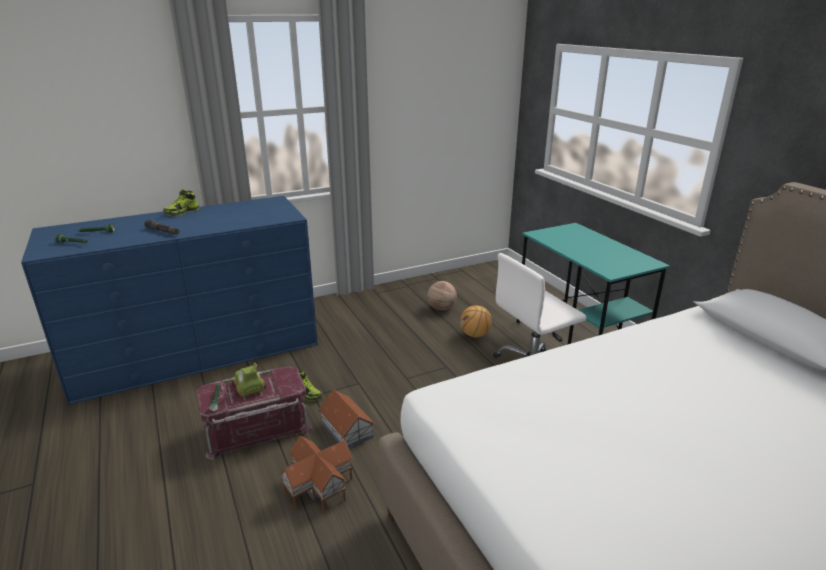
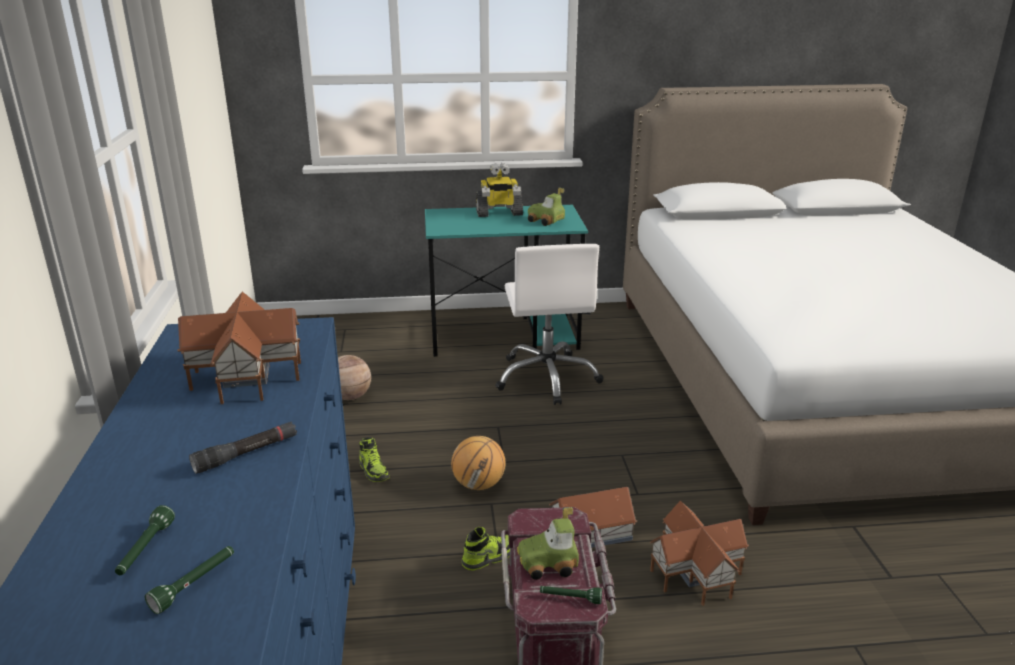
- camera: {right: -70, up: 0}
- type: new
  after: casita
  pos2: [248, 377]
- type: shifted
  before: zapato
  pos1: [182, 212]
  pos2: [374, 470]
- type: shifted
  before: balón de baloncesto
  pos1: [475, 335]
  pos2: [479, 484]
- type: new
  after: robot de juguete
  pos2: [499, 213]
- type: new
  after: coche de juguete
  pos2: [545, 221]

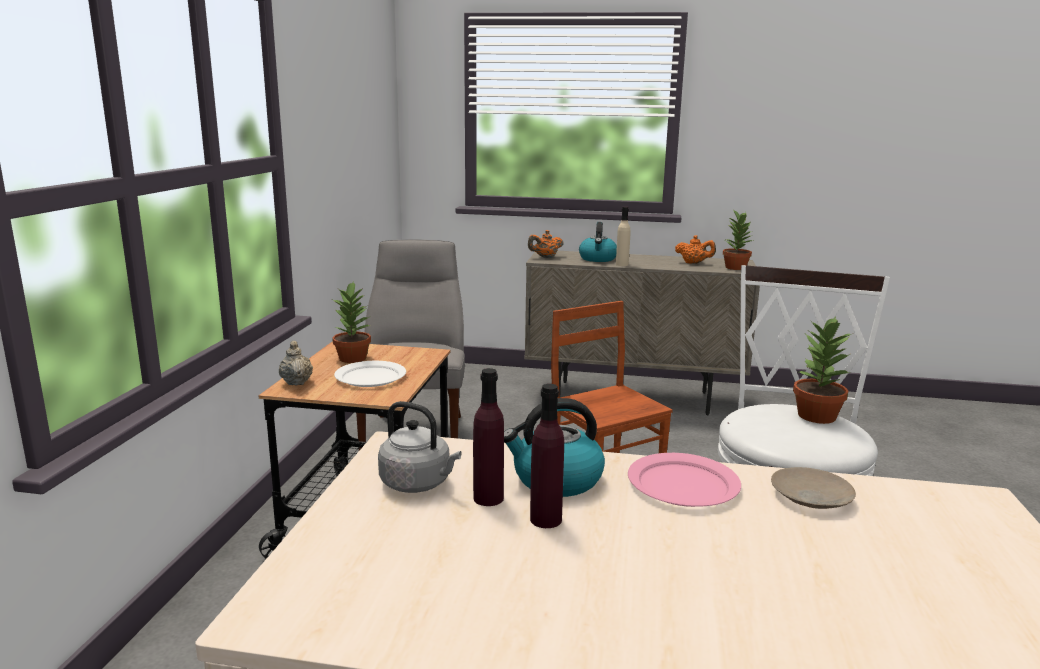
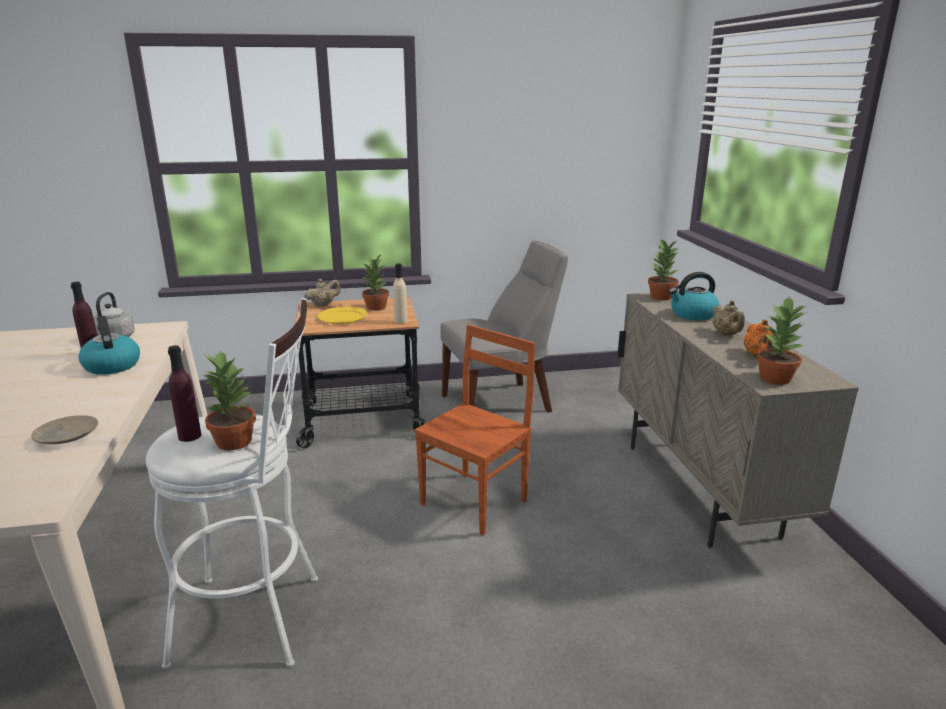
- camera: {right: 70, up: 5}
- type: shifted
  before: botella (morado)
  pos1: [545, 519]
  pos2: [190, 436]
- type: repainted
  before: plato (blanco)
  after: plato (amarillo)
  pos1: [370, 377]
  pos2: [342, 317]
- type: shifted
  before: botella (beis)
  pos1: [622, 264]
  pos2: [400, 321]
- type: swapped
  before: tetera (naranja)
  after: planta en maceta
  pos1: [545, 257]
  pos2: [660, 297]
- type: new
  after: tetera (beis)
  pos2: [726, 334]
- type: gone
  before: plato (rosa)
  pos1: [683, 485]

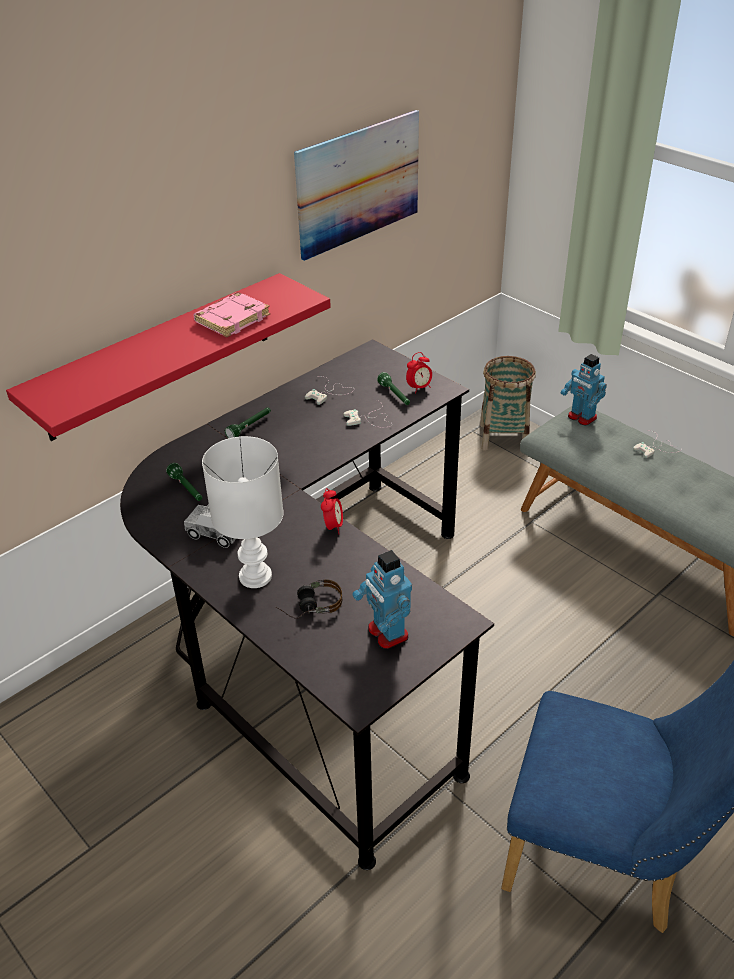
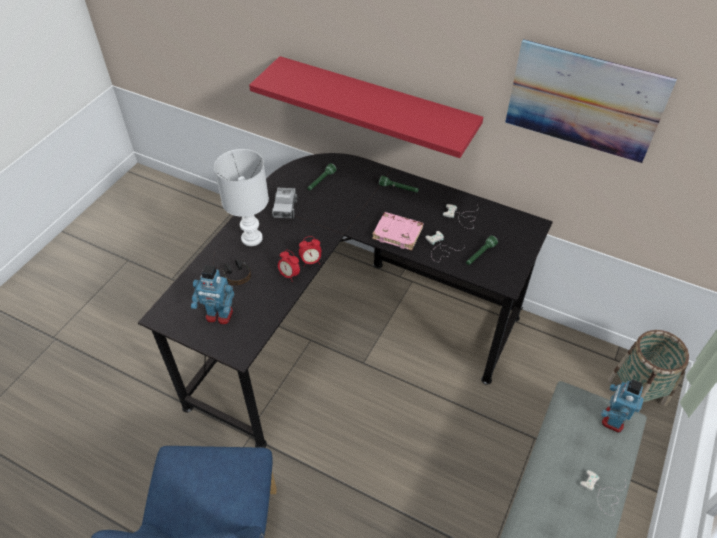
- camera: {right: 70, up: 10}
- type: rotated
  before: robot de juguete
  pos1: [387, 633]
  pos2: [219, 315]
  turn: -120
- type: shifted
  before: despertador
  pos1: [419, 388]
  pos2: [289, 275]
- type: shifted
  before: libro (rosa)
  pos1: [232, 319]
  pos2: [398, 233]

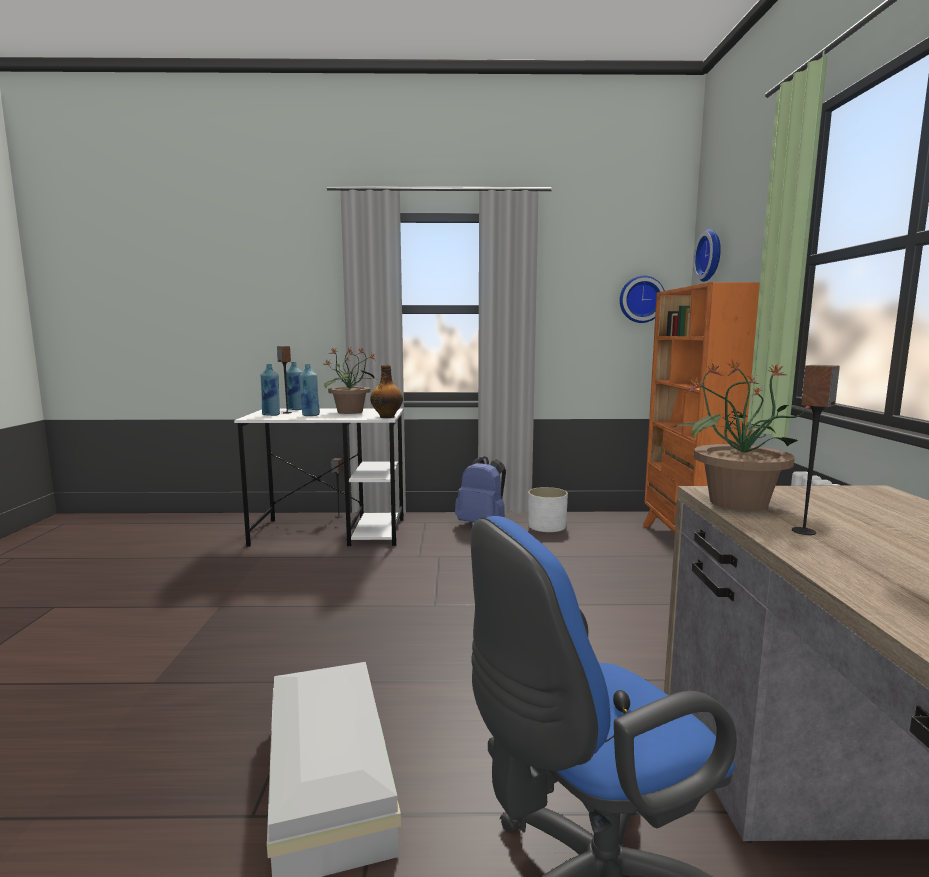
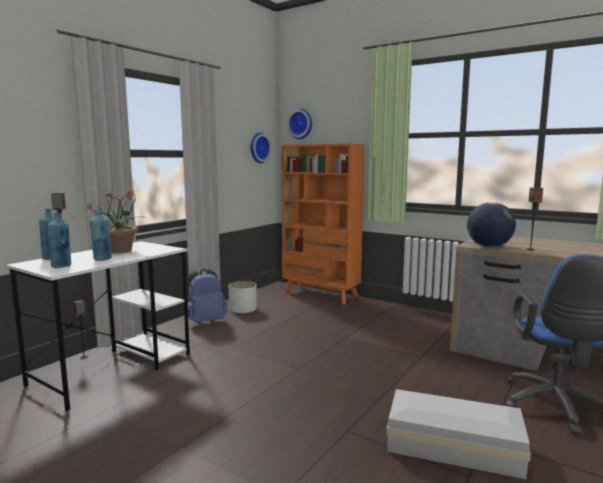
- camera: {right: -55, up: 0}
- type: swapped
  before: planta en maceta
  after: globo terráqueo
  pos1: [736, 502]
  pos2: [489, 246]
- type: gone
  before: botella
  pos1: [387, 417]

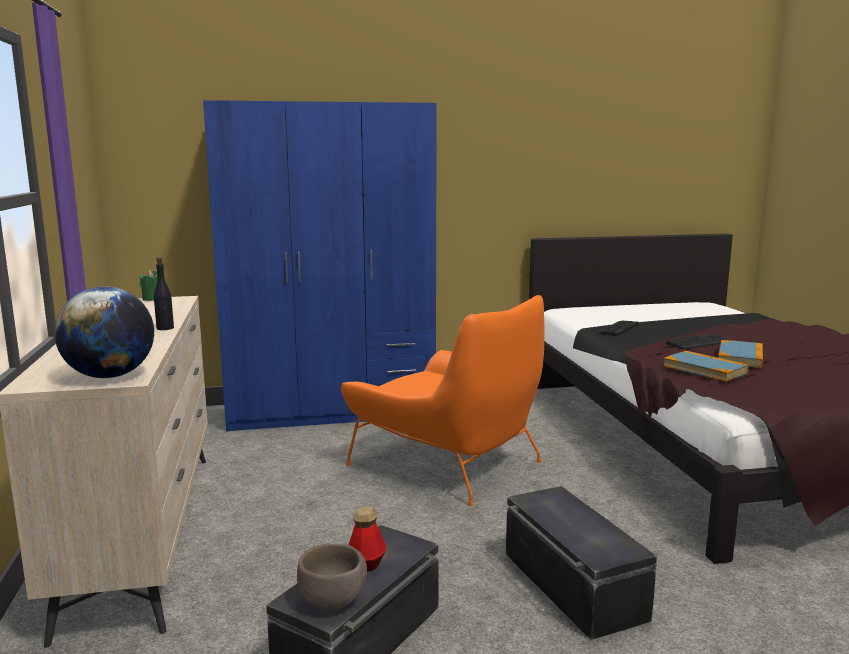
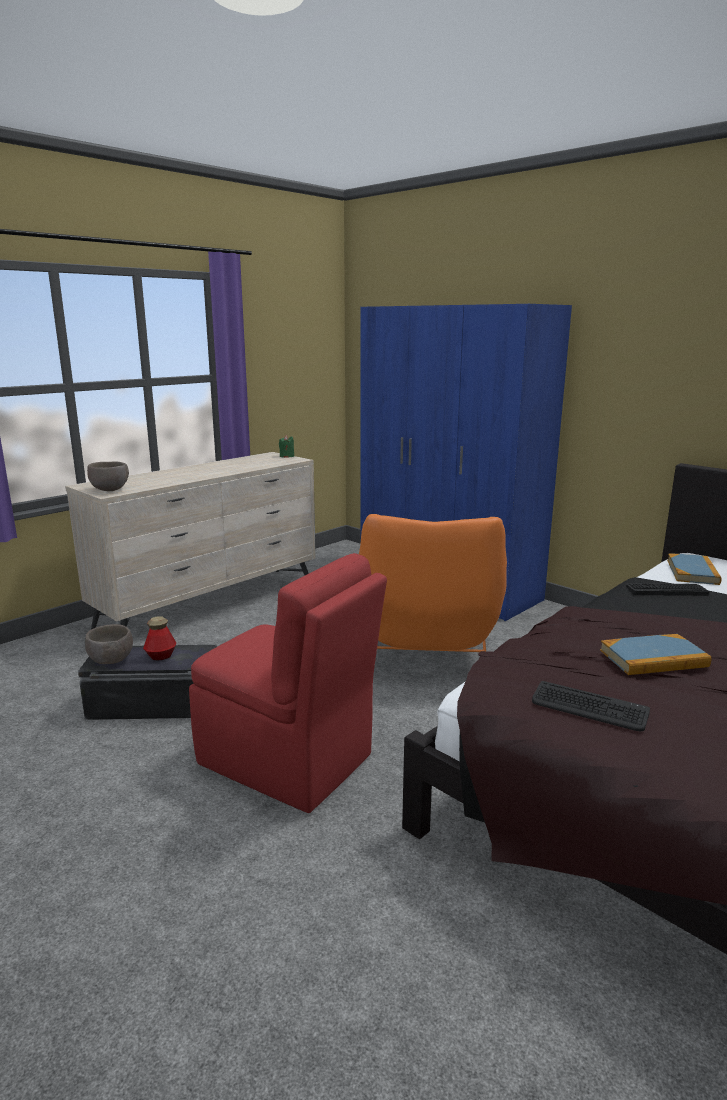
- camera: {right: 55, up: 5}
- type: swapped
  before: globo terráqueo
  after: cuenco (marrón)
  pos1: [110, 376]
  pos2: [110, 490]
- type: swapped
  before: caja de almacenaje (negro)
  after: silla (rojo)
  pos1: [571, 585]
  pos2: [288, 761]
- type: shifted
  before: teclado
  pos1: [698, 342]
  pos2: [589, 708]
- type: shifted
  before: libro
  pos1: [704, 369]
  pos2: [692, 572]
- type: gone
  before: botella (negro)
  pos1: [165, 328]

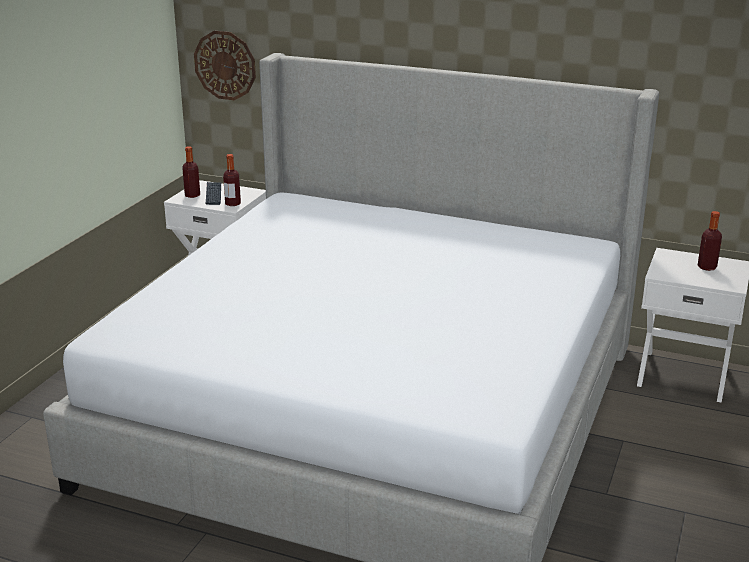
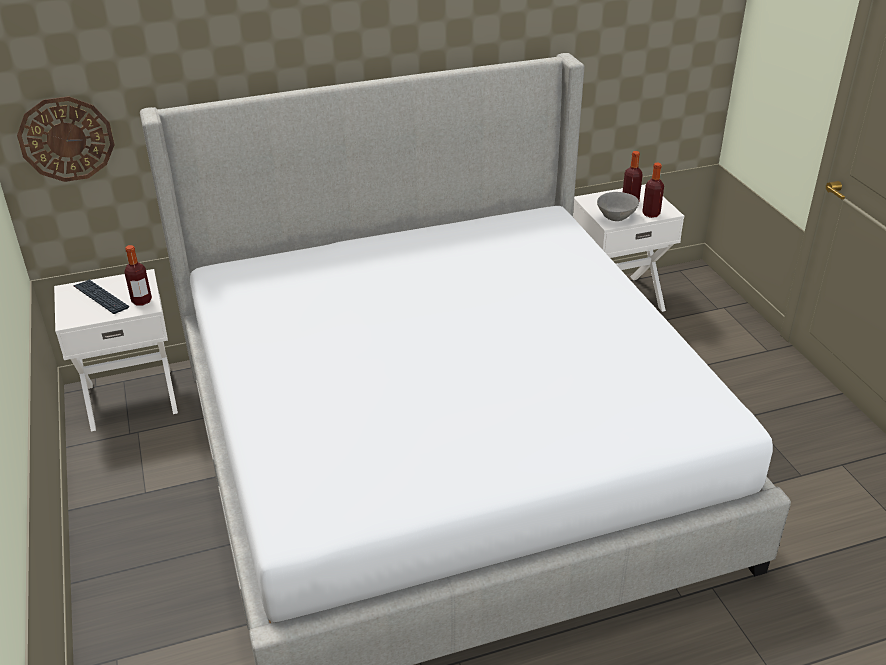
- camera: {right: -40, up: 10}
- type: new
  after: cuenco (gris)
  pos2: [615, 216]
- type: shifted
  before: botella
  pos1: [192, 195]
  pos2: [651, 214]

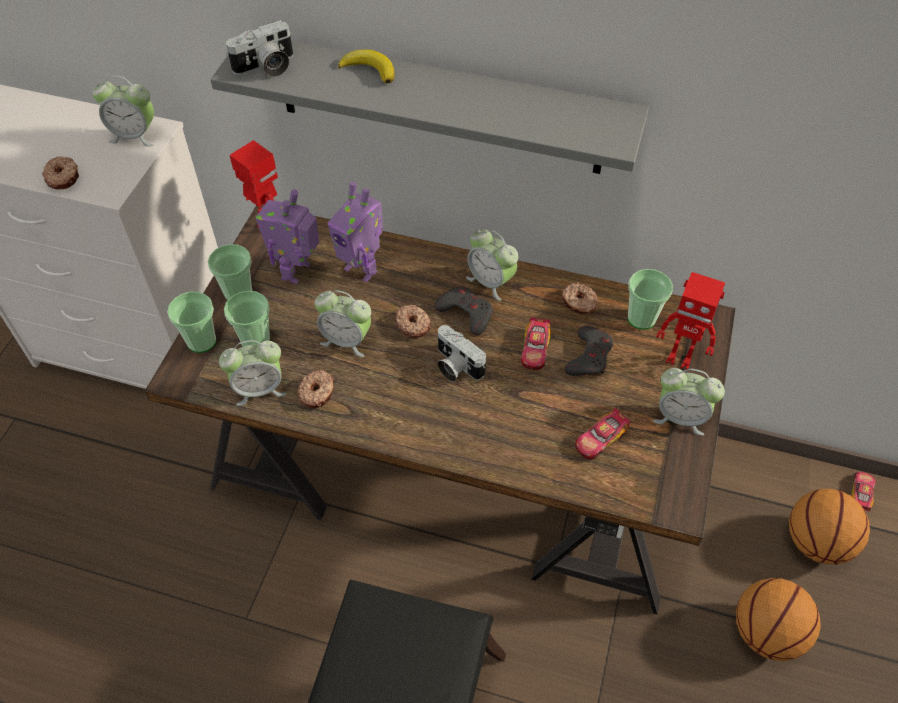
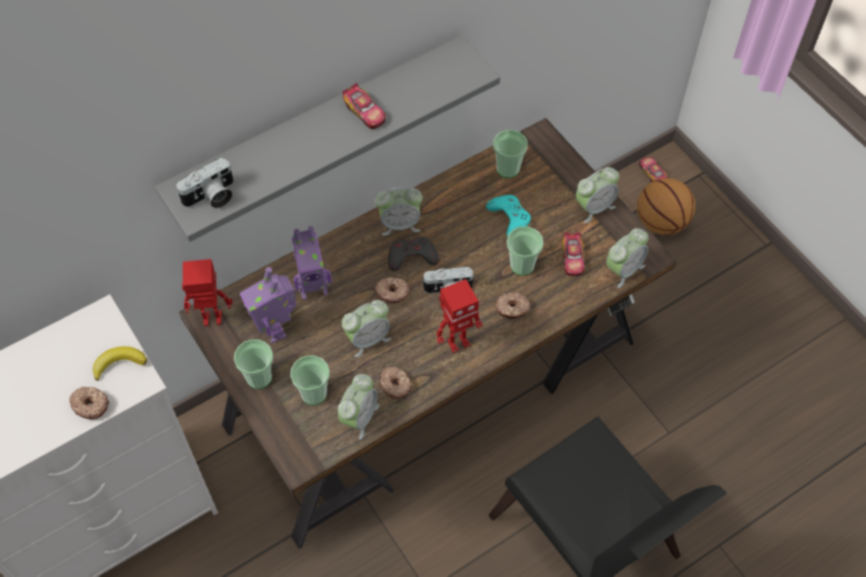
- camera: {right: -50, up: 5}
- type: shifted
  before: plátano
  pos1: [369, 70]
  pos2: [119, 363]
- type: rotated
  before: cámara
  pos1: [266, 67]
  pos2: [211, 197]
  turn: 45
- type: shifted
  before: coche de juguete
  pos1: [535, 349]
  pos2: [365, 112]
- type: shifted
  before: robot de juguete
  pos1: [679, 358]
  pos2: [457, 342]
- type: repainted
  before: mando de consola (gris)
  after: mando de consola (turquesa)
  pos1: [589, 356]
  pos2: [509, 217]
- type: shifted
  before: rosquilla
  pos1: [578, 303]
  pos2: [512, 309]
- type: shifted
  before: taza
  pos1: [201, 341]
  pos2: [522, 265]
- type: shifted
  before: despertador
  pos1: [135, 135]
  pos2: [623, 270]
- type: gone
  before: balón de baloncesto
  pos1: [766, 633]

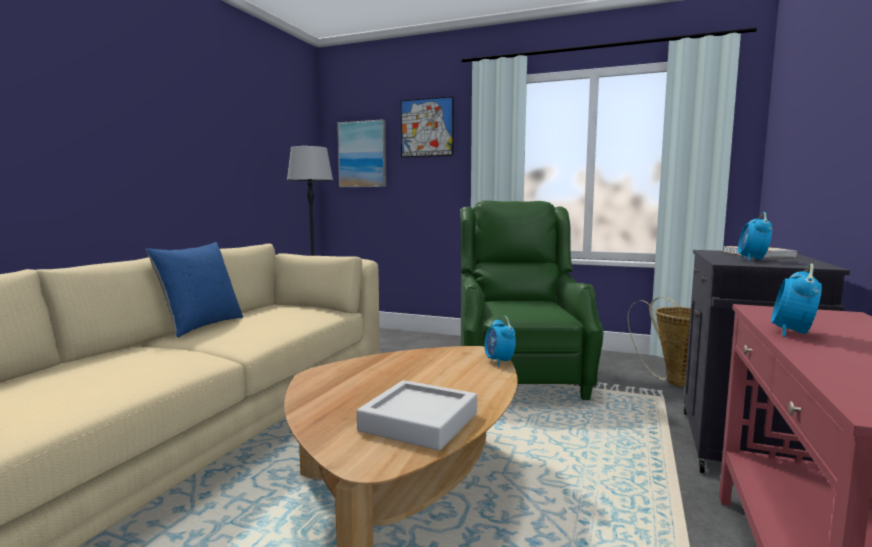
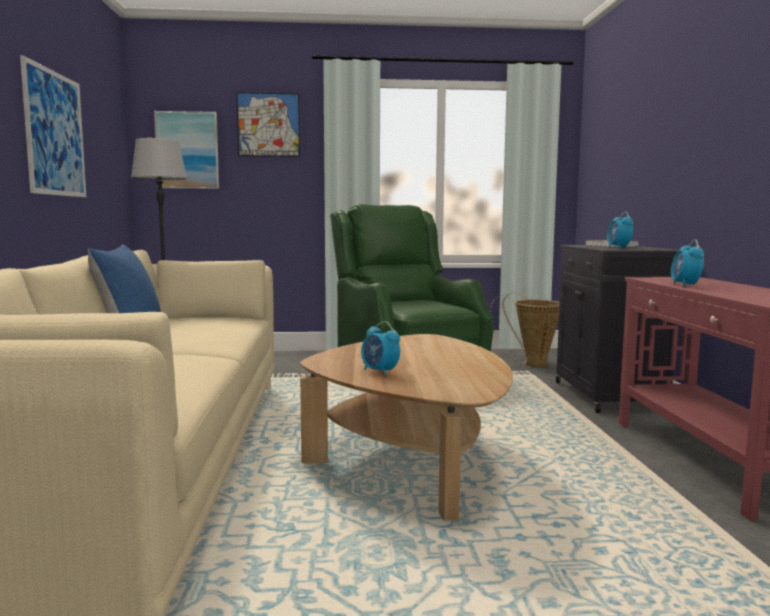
- camera: {right: -25, up: 0}
- type: new
  after: cuadro
  pos2: [55, 134]
- type: shifted
  before: despertador
  pos1: [499, 361]
  pos2: [380, 372]
- type: gone
  before: bandeja (gris)
  pos1: [419, 422]

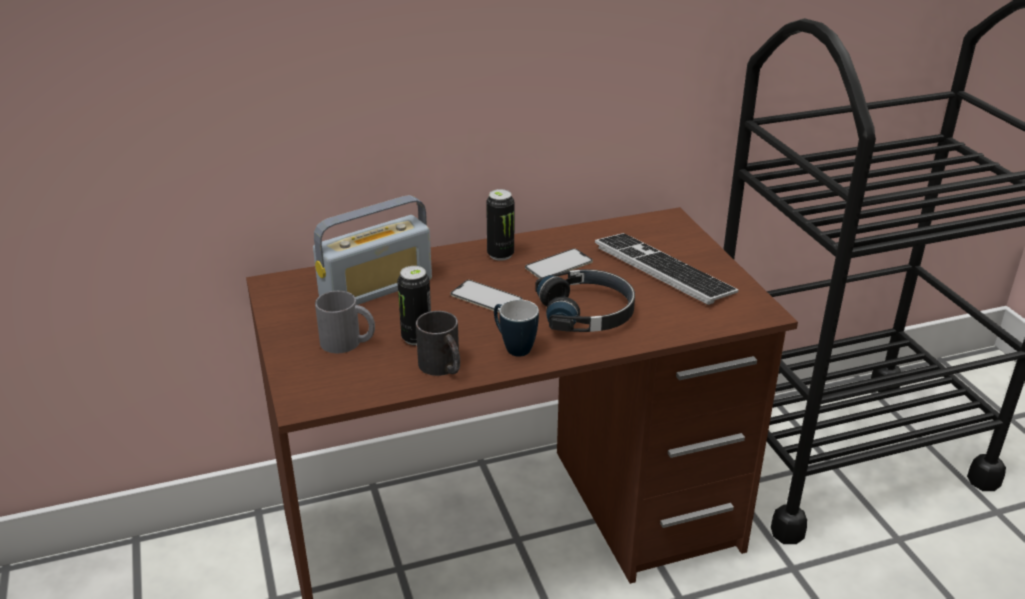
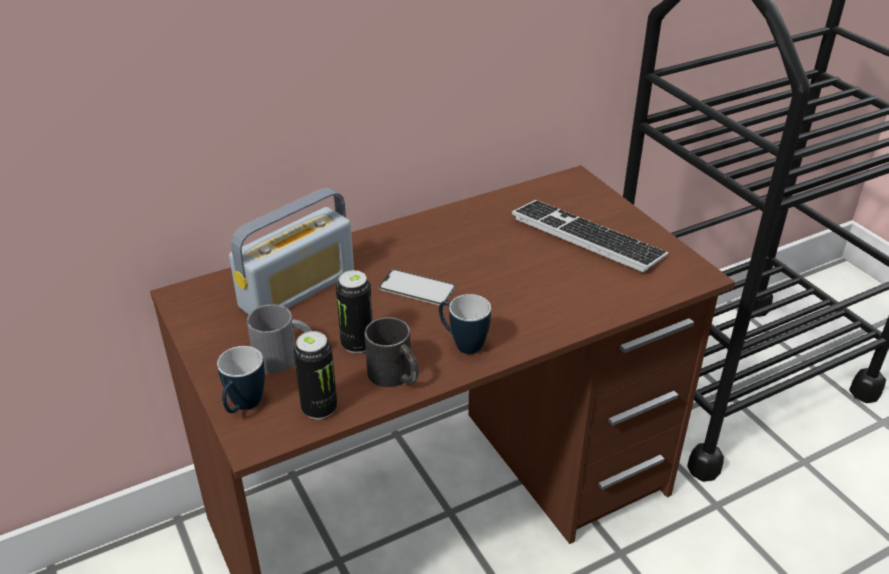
- camera: {right: -10, up: 5}
- type: new
  after: taza grande
  pos2: [243, 407]
- type: shifted
  before: lata
  pos1: [500, 255]
  pos2: [319, 408]
- type: gone
  before: móvil
  pos1: [559, 265]
- type: gone
  before: auriculares (negro)
  pos1: [587, 313]

